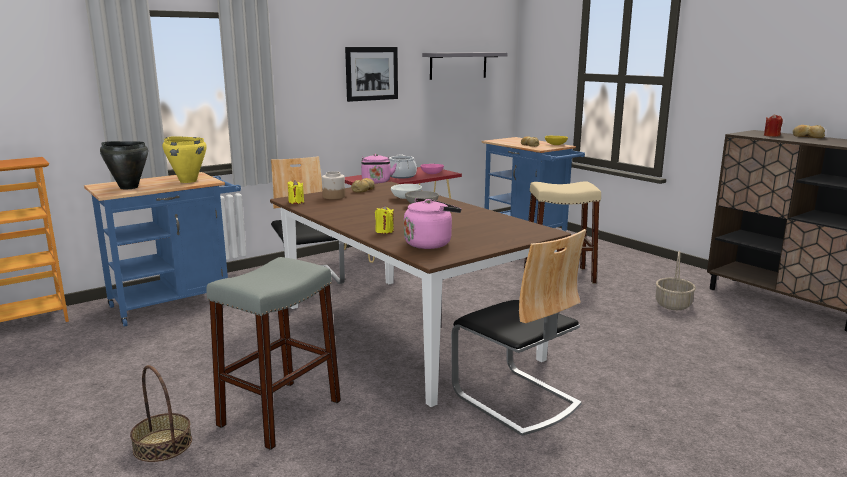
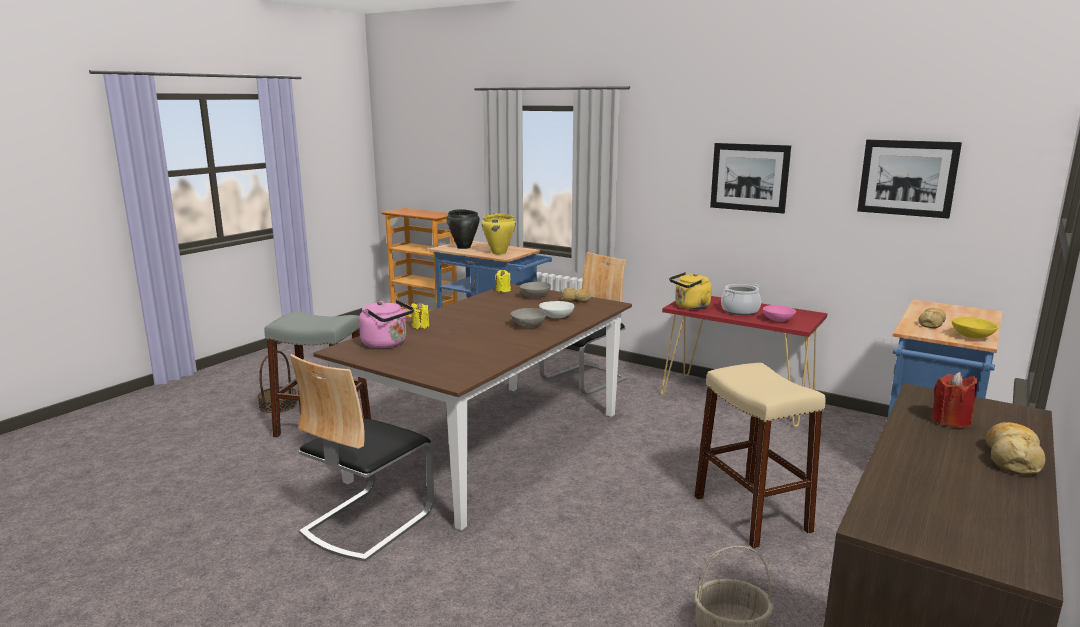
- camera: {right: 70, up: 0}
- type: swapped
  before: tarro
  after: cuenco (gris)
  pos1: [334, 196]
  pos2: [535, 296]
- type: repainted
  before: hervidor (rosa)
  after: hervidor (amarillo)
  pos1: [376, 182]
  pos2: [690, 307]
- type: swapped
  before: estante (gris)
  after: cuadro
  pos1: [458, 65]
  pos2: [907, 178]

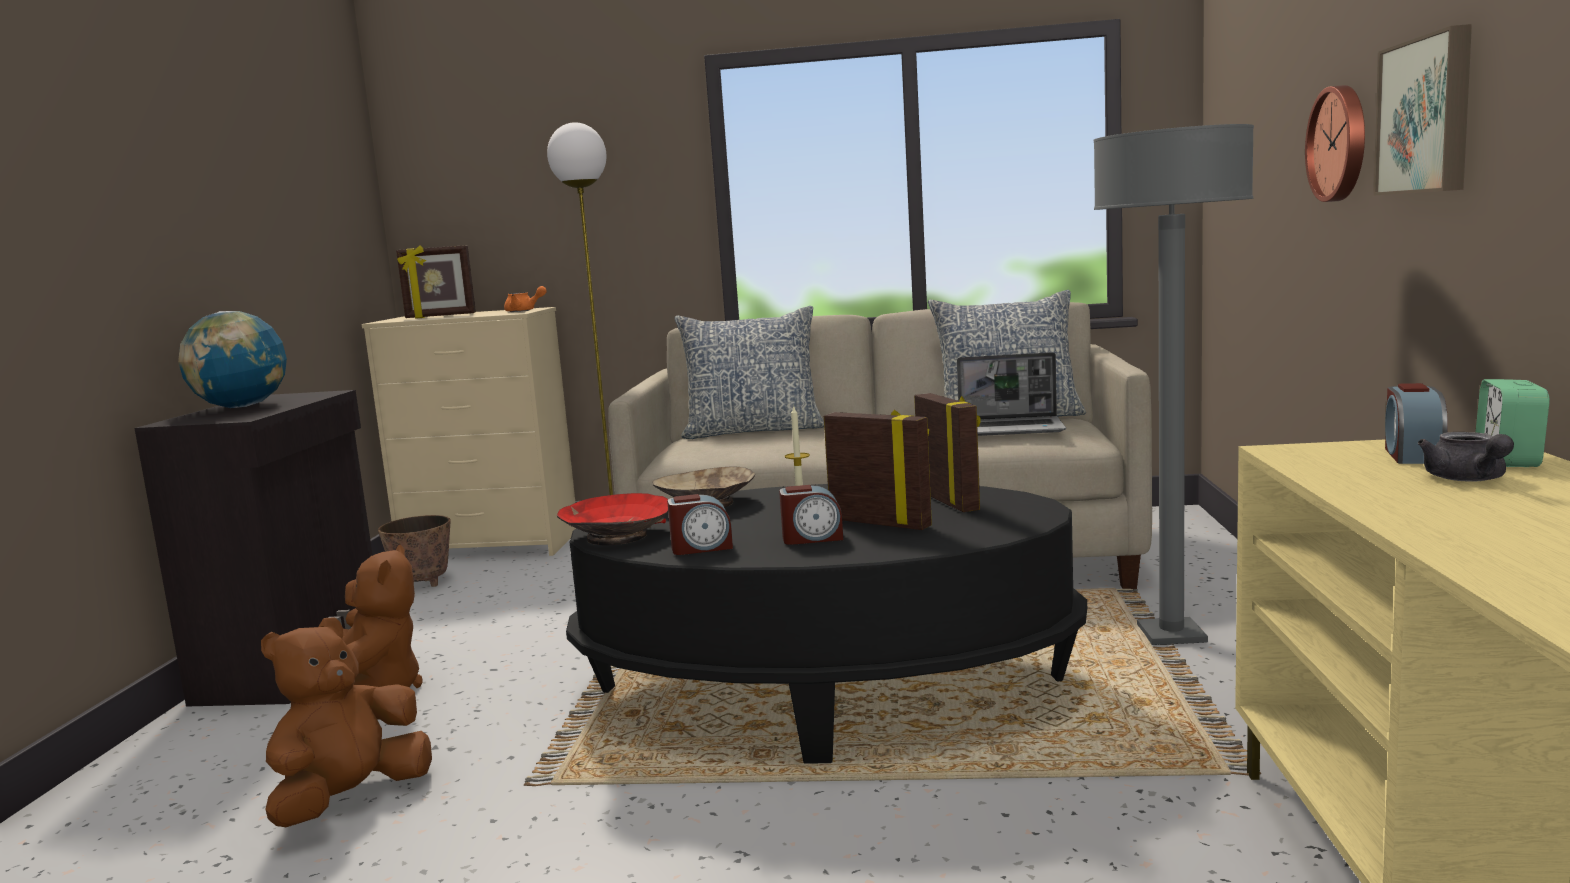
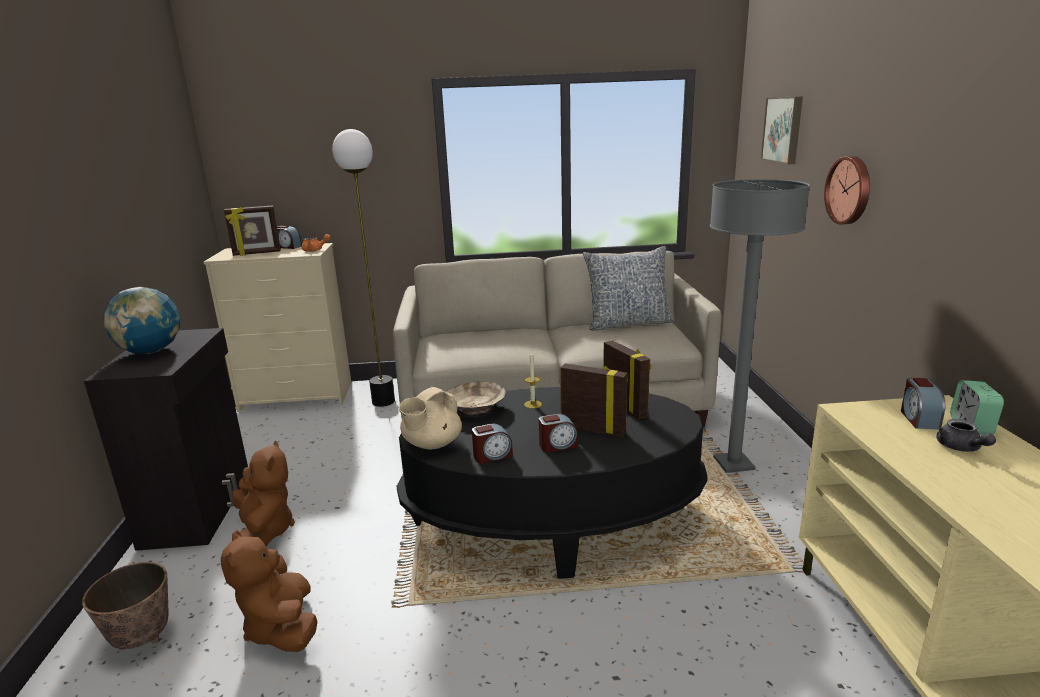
- camera: {right: -10, up: 10}
- type: shifted
  before: maceta
  pos1: [422, 584]
  pos2: [142, 638]
- type: rotated
  before: peluche (marrón)
  pos1: [350, 800]
  pos2: [282, 627]
  turn: -45
- type: new
  after: despertador
  pos2: [288, 247]
- type: swapped
  before: cuenco (rojo)
  after: tetera (beis)
  pos1: [616, 536]
  pos2: [431, 444]
- type: shifted
  before: cuadro
  pos1: [1428, 116]
  pos2: [783, 129]
- type: gone
  before: cojín
  pos1: [753, 431]
- type: gone
  before: portátil
  pos1: [1012, 429]

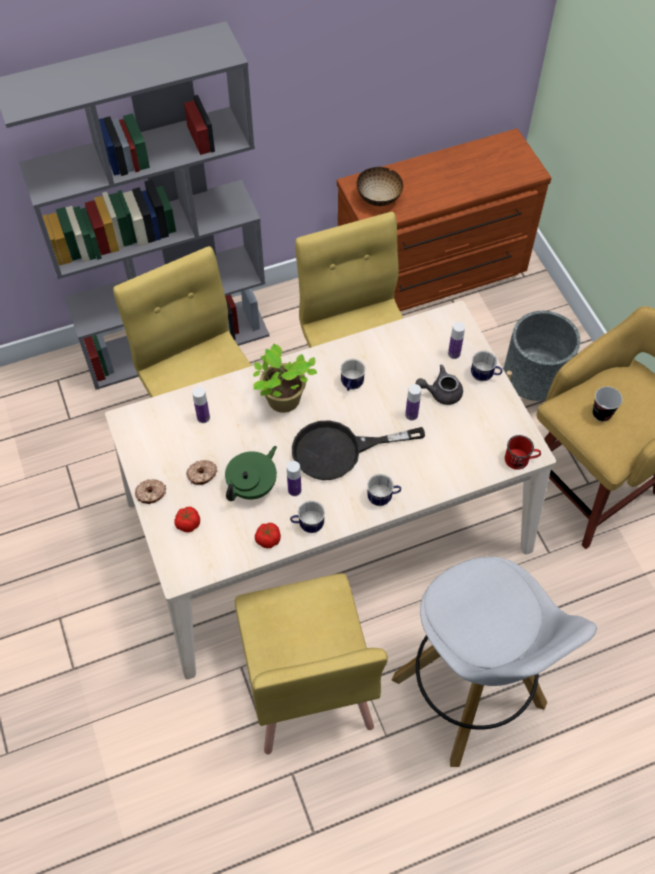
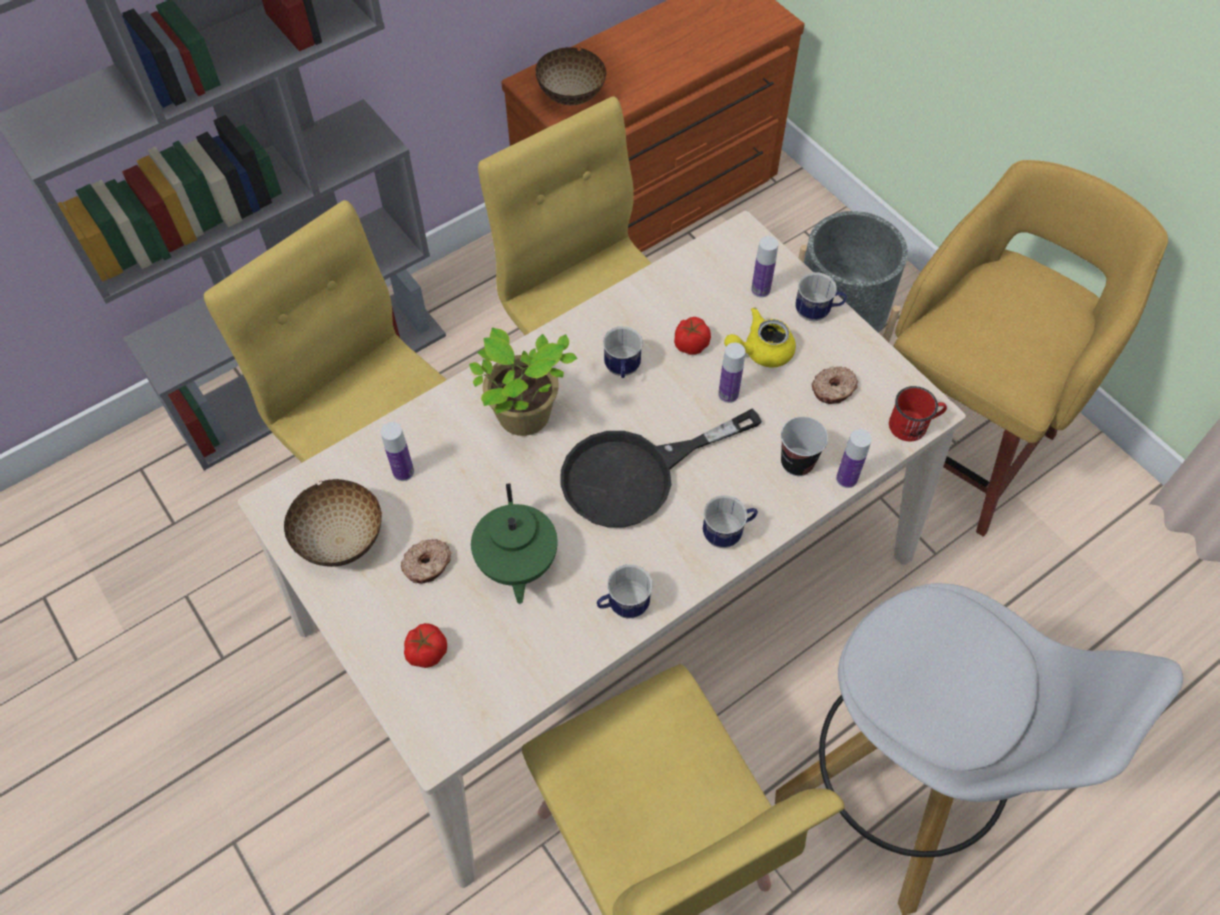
- camera: {right: -15, up: 0}
- type: new
  after: cuenco
  pos2: [342, 540]
- type: rotated
  before: tetera (verde)
  pos1: [253, 486]
  pos2: [516, 563]
  turn: 150
- type: shifted
  before: tomate
  pos1: [267, 540]
  pos2: [690, 345]
- type: repainted
  before: tetera (gris)
  after: tetera (amarillo)
  pos1: [441, 392]
  pos2: [760, 351]
- type: shifted
  before: taza
  pos1: [601, 414]
  pos2: [797, 463]
- type: shifted
  before: rosquilla
  pos1: [151, 494]
  pos2: [833, 389]
- type: shifted
  before: botella
  pos1: [294, 490]
  pos2: [846, 479]

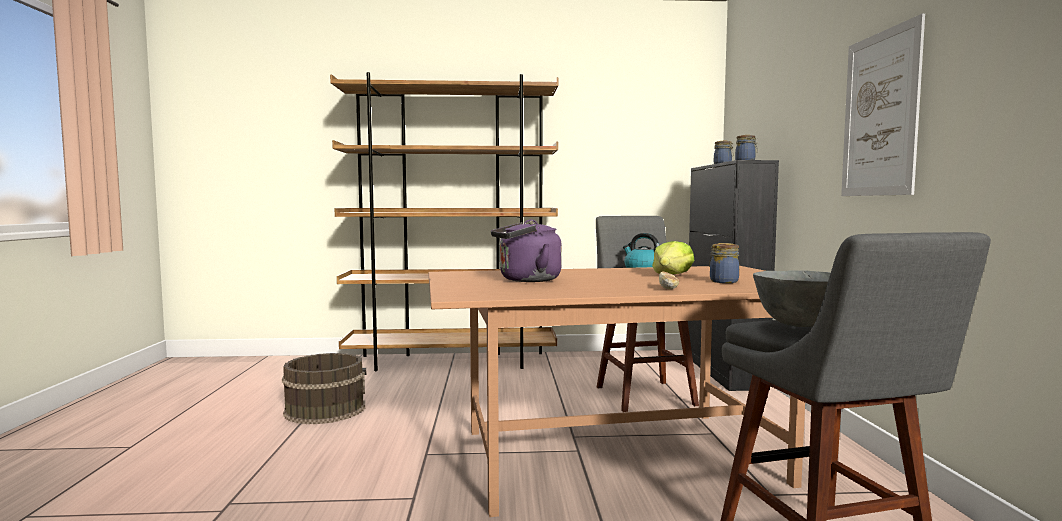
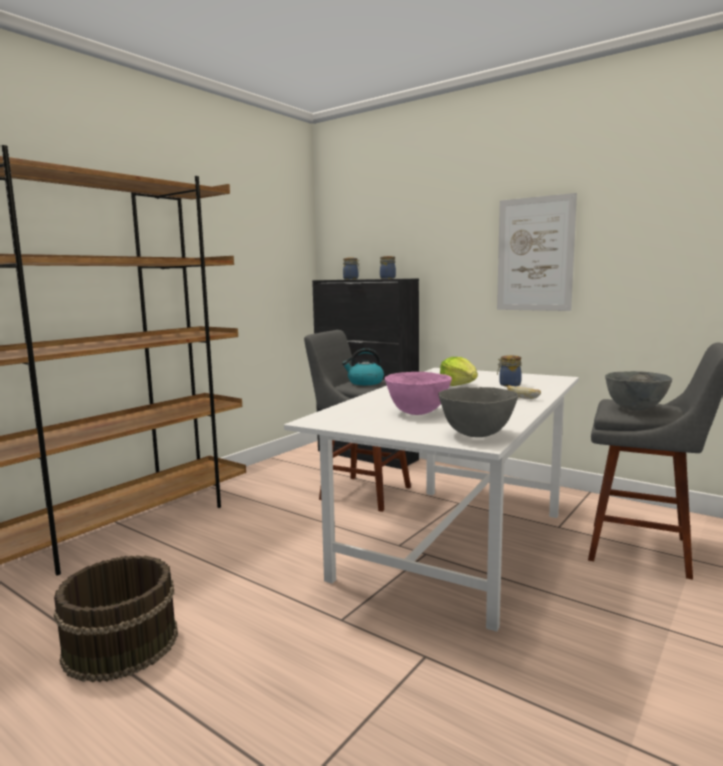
- camera: {right: -50, up: 5}
- type: repainted
  before: mesa de comedor (marrón)
  after: mesa de comedor (blanco)
  pos1: [619, 455]
  pos2: [453, 543]
- type: swapped
  before: hervidor (morado)
  after: cuenco (rosa)
  pos1: [526, 280]
  pos2: [417, 413]
- type: new
  after: cuenco (gris)
  pos2: [476, 435]

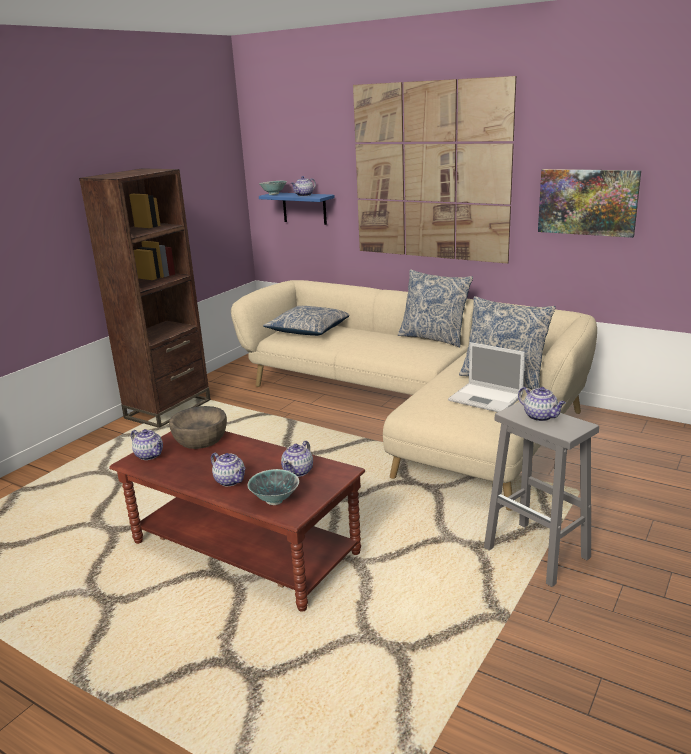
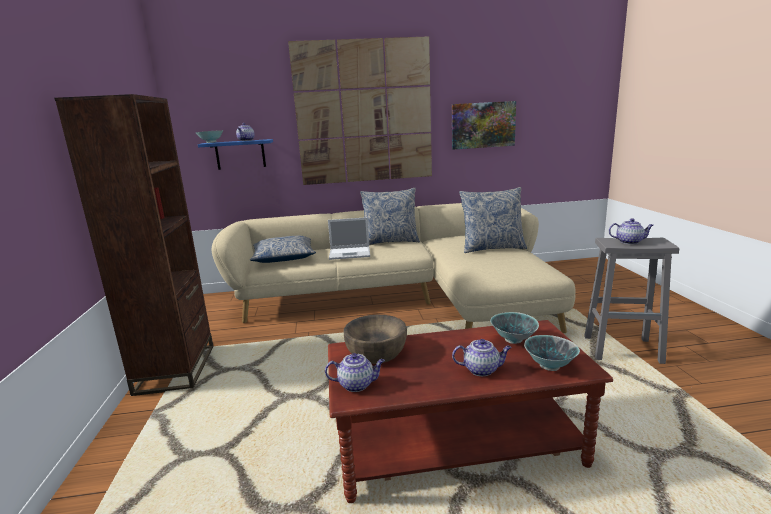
- camera: {right: -40, up: -5}
- type: shifted
  before: portátil
  pos1: [487, 398]
  pos2: [350, 253]
- type: swapped
  before: tetera
  after: cuenco
  pos1: [298, 471]
  pos2: [513, 340]

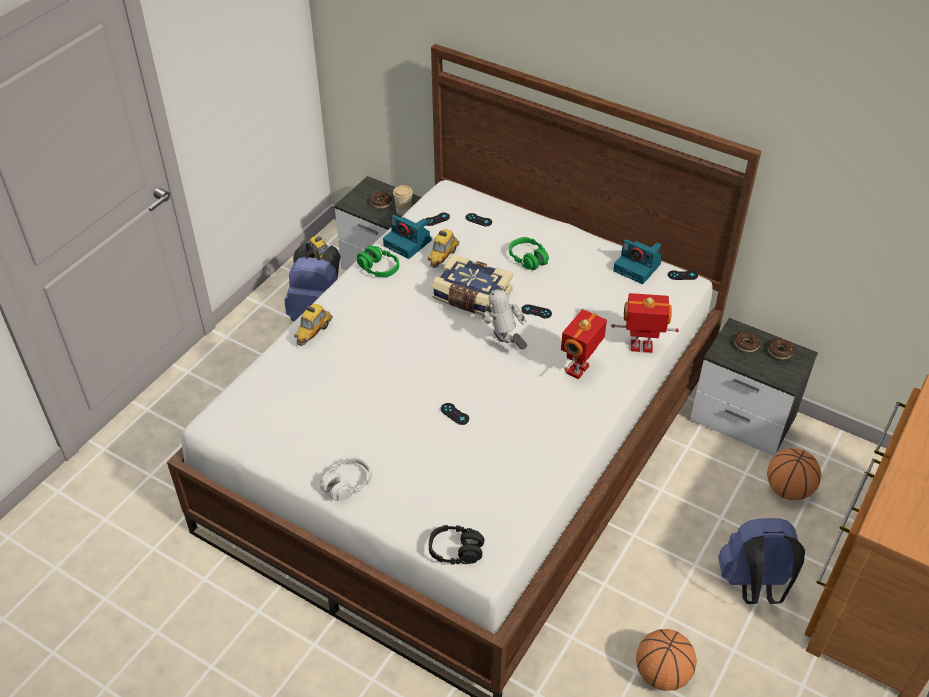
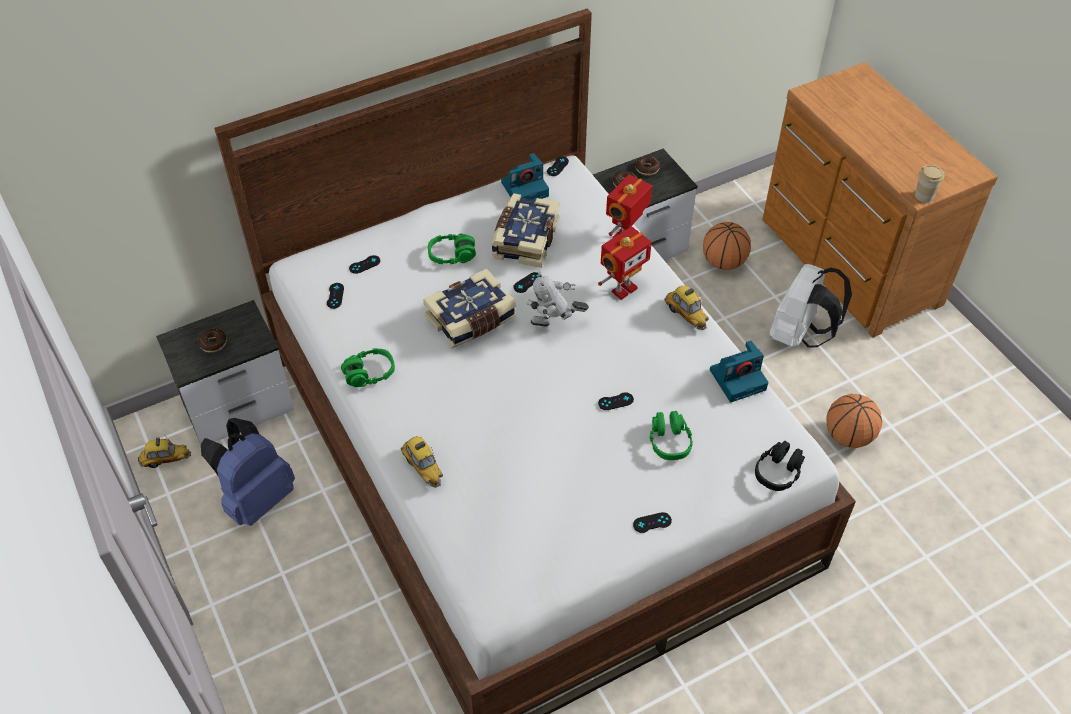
- camera: {right: -60, up: 5}
- type: new
  after: libro
  pos2: [524, 239]
- type: rotated
  before: robot de juguete
  pos1: [579, 370]
  pos2: [623, 289]
  turn: -105
- type: swapped
  before: auriculares (gris)
  after: mando de consola (negro)
  pos1: [347, 484]
  pos2: [652, 522]
- type: new
  after: auriculares (verde)
  pos2: [669, 441]
- type: shifted
  before: coche de juguete
  pos1: [443, 256]
  pos2: [686, 315]
- type: shifted
  before: cámara
  pos1: [408, 243]
  pos2: [738, 379]
- type: repainted
  before: mochila (azul)
  after: mochila (blanco)
  pos1: [753, 585]
  pos2: [799, 335]
- type: shifted
  before: taza
  pos1: [403, 211]
  pos2: [924, 196]

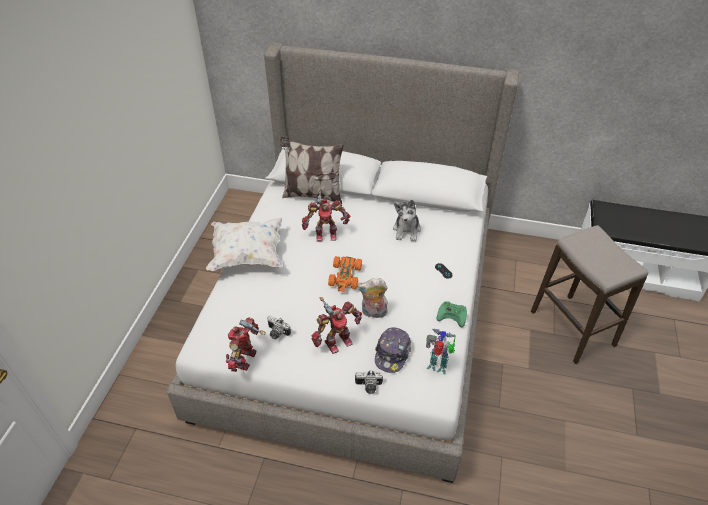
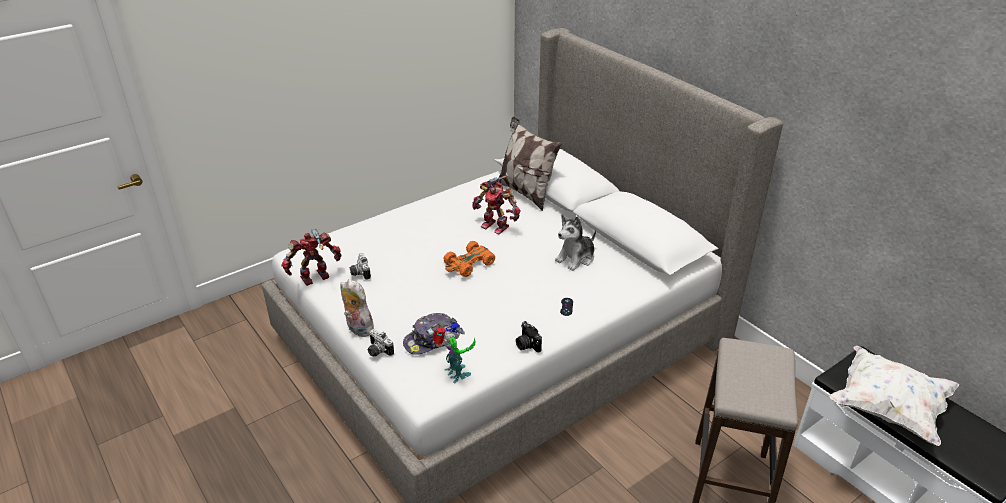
- camera: {right: 40, up: -10}
- type: shifted
  before: peluche
  pos1: [373, 313]
  pos2: [357, 329]
- type: swapped
  before: mando de consola (verde)
  after: cámara
  pos1: [453, 315]
  pos2: [527, 344]
- type: shifted
  before: cojín (blanco)
  pos1: [247, 255]
  pos2: [887, 408]
- type: gone
  before: robot de juguete
  pos1: [337, 341]

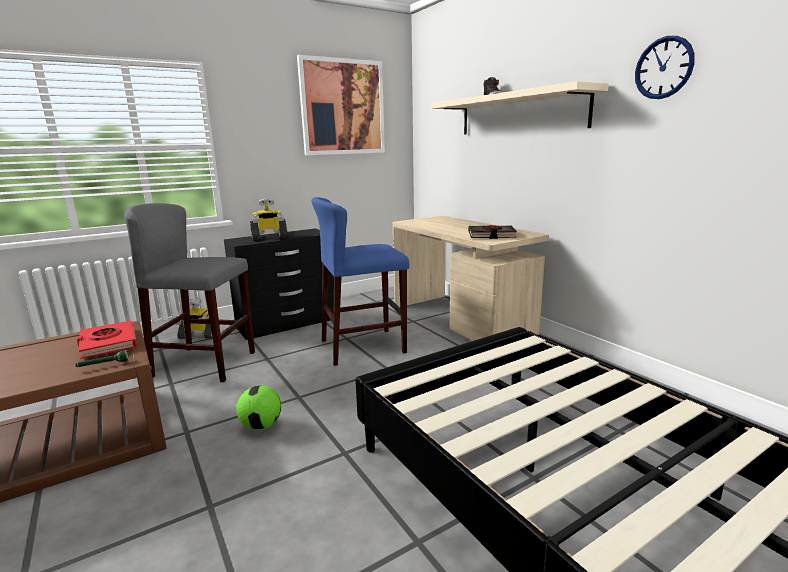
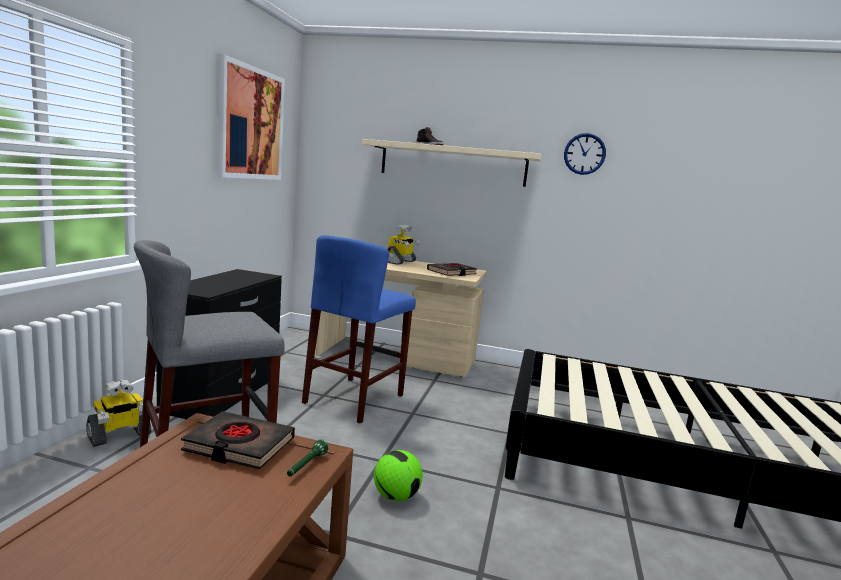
- camera: {right: -45, up: -5}
- type: repainted
  before: libro (rojo)
  after: libro (negro)
  pos1: [108, 343]
  pos2: [239, 445]
- type: shifted
  before: robot de juguete
  pos1: [269, 237]
  pos2: [399, 262]

